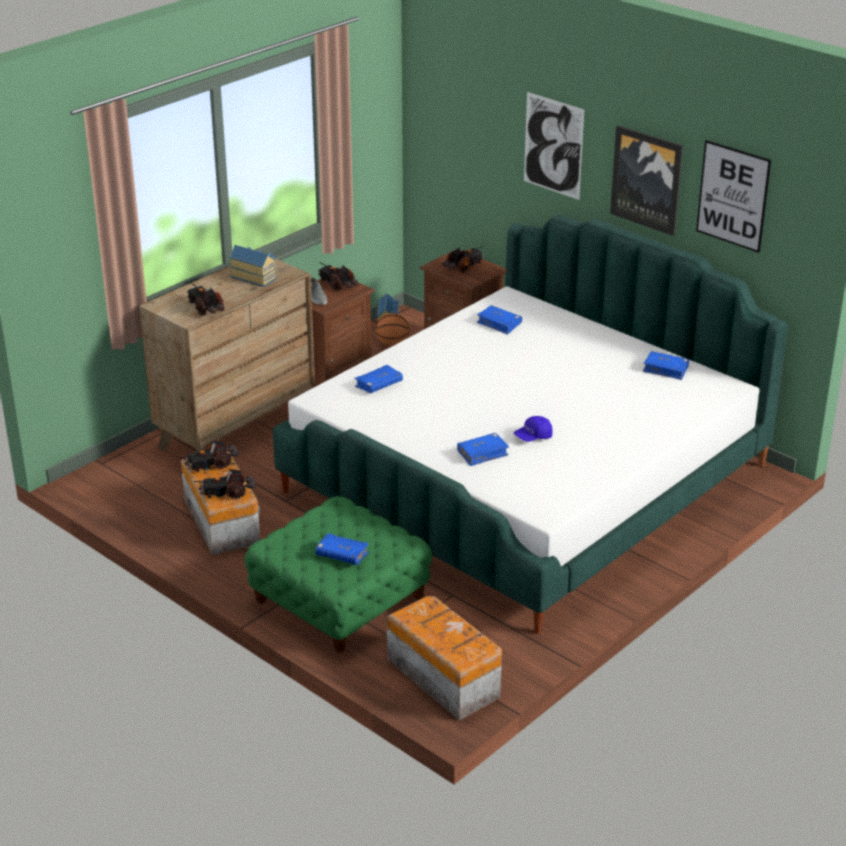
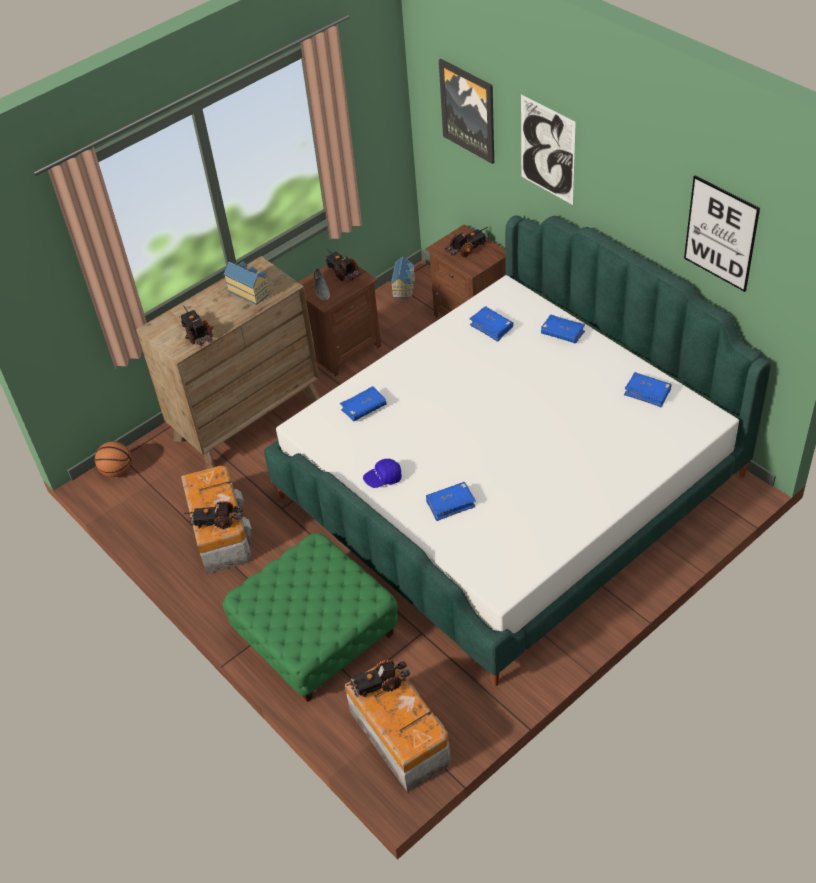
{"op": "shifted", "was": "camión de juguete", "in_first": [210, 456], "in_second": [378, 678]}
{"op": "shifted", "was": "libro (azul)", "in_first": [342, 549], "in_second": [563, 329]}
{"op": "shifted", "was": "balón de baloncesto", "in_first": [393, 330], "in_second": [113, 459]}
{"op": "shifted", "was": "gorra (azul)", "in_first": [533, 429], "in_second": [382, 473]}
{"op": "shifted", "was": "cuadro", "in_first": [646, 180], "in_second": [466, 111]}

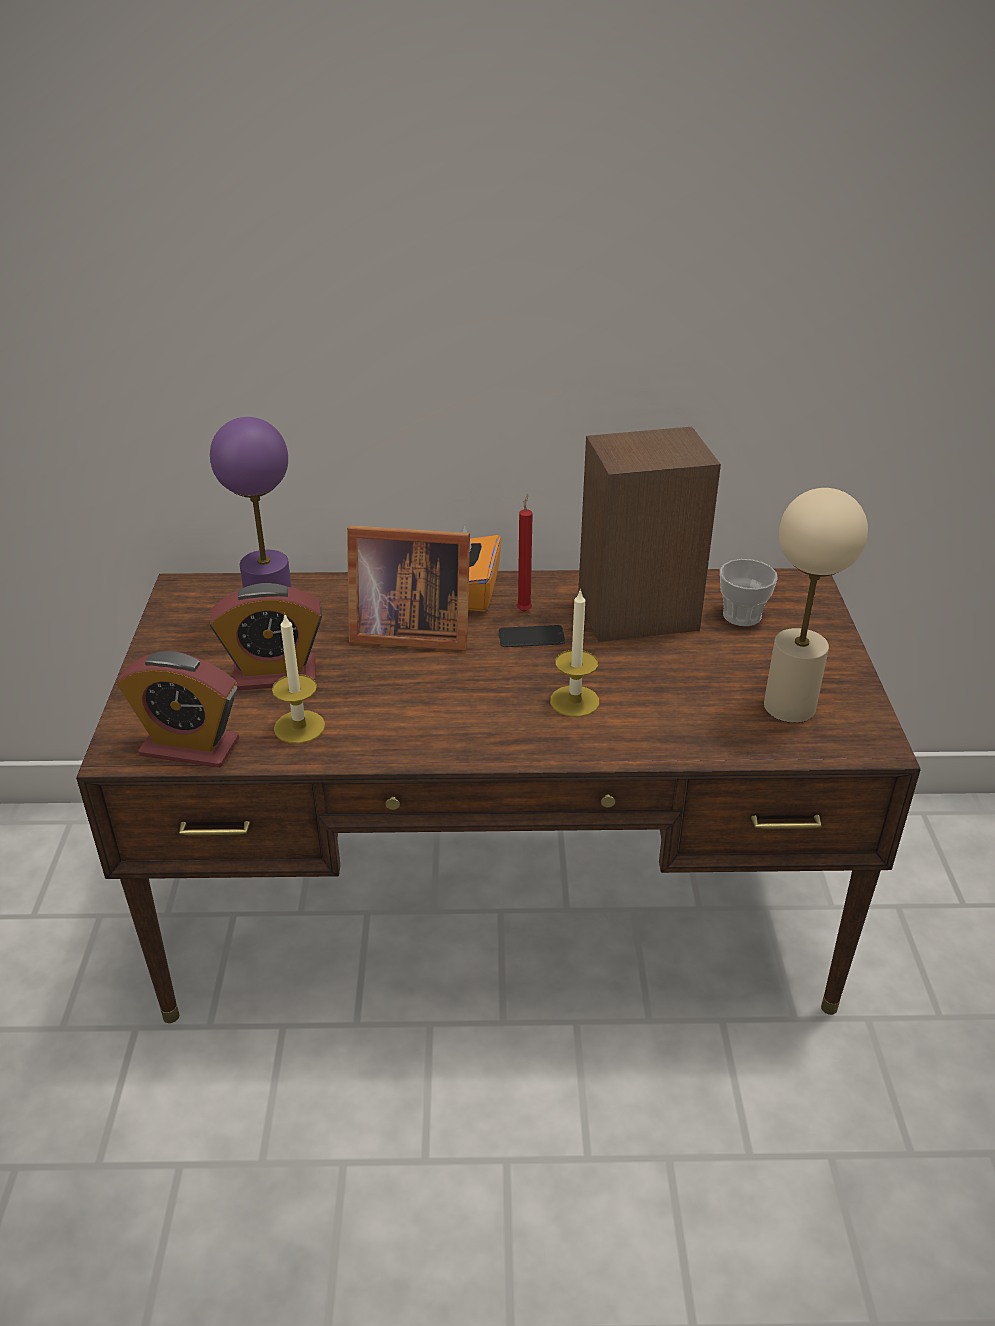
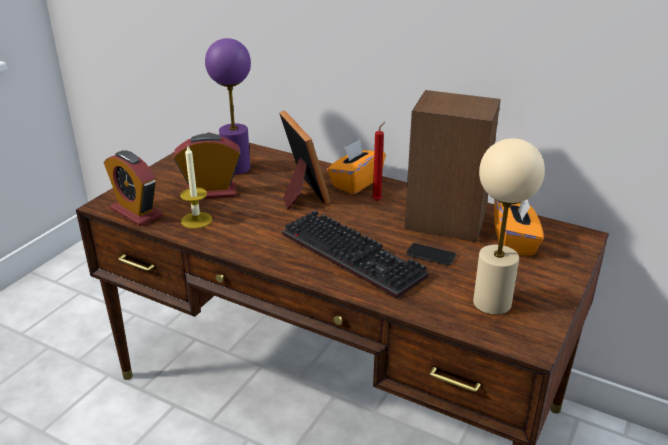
{"op": "rotated", "was": "despertador", "in_first": [266, 637], "in_second": [207, 166], "clockwise": 150}
{"op": "rotated", "was": "portarretratos", "in_first": [408, 588], "in_second": [305, 160], "clockwise": -150}
{"op": "shifted", "was": "móvil", "in_first": [531, 636], "in_second": [431, 254]}
{"op": "swapped", "was": "vela", "now": "teclado", "in_first": [574, 652], "in_second": [355, 254]}
{"op": "swapped", "was": "taza", "now": "caja de pañuelos (naranja)", "in_first": [749, 592], "in_second": [519, 227]}

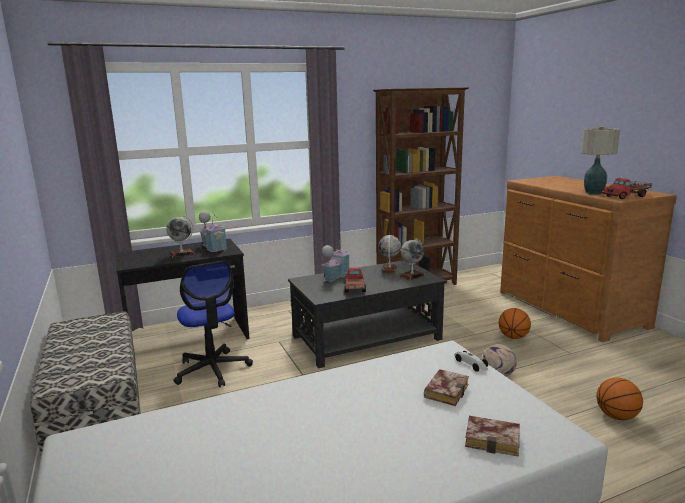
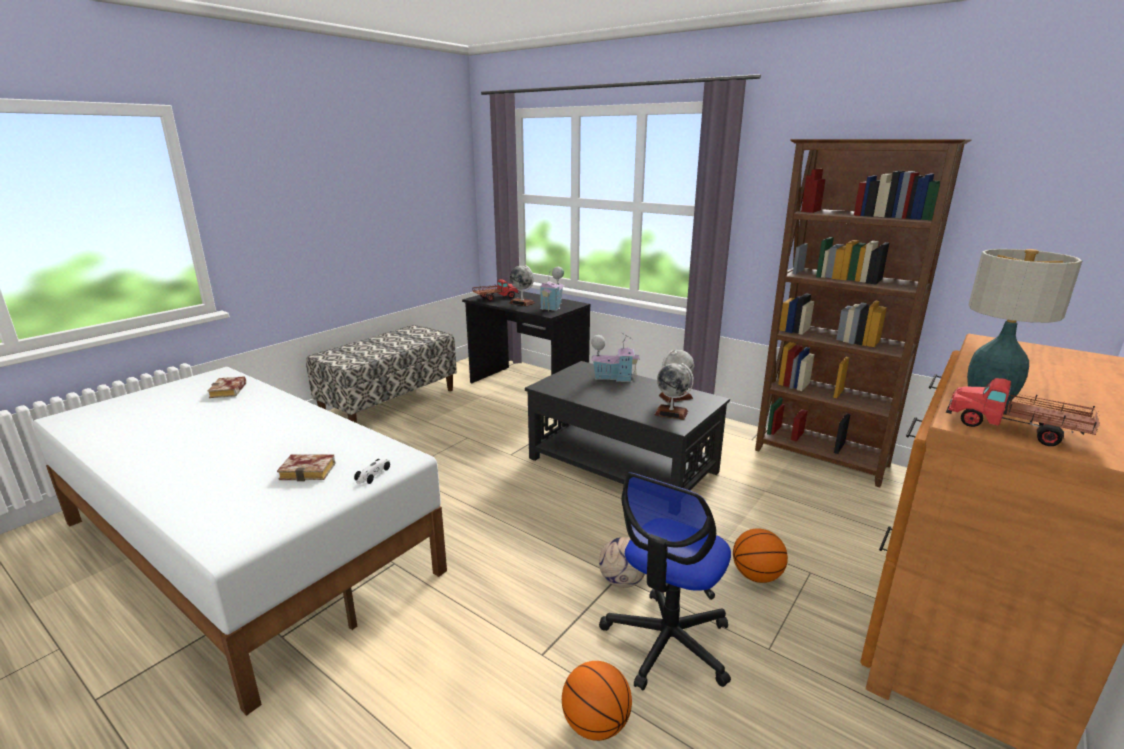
{"op": "shifted", "was": "silla de oficina", "in_first": [213, 324], "in_second": [665, 581]}
{"op": "shifted", "was": "camión de juguete", "in_first": [355, 280], "in_second": [495, 290]}
{"op": "shifted", "was": "libro", "in_first": [492, 436], "in_second": [227, 387]}

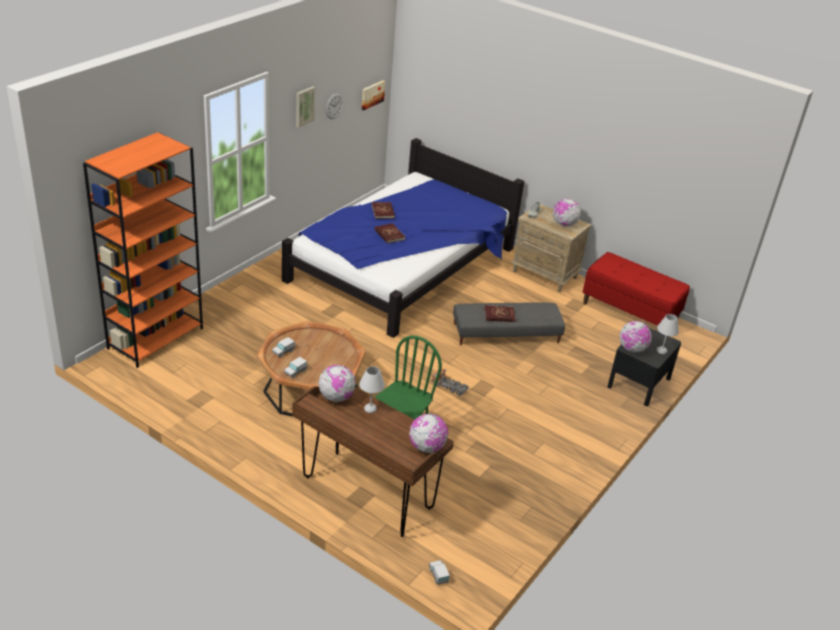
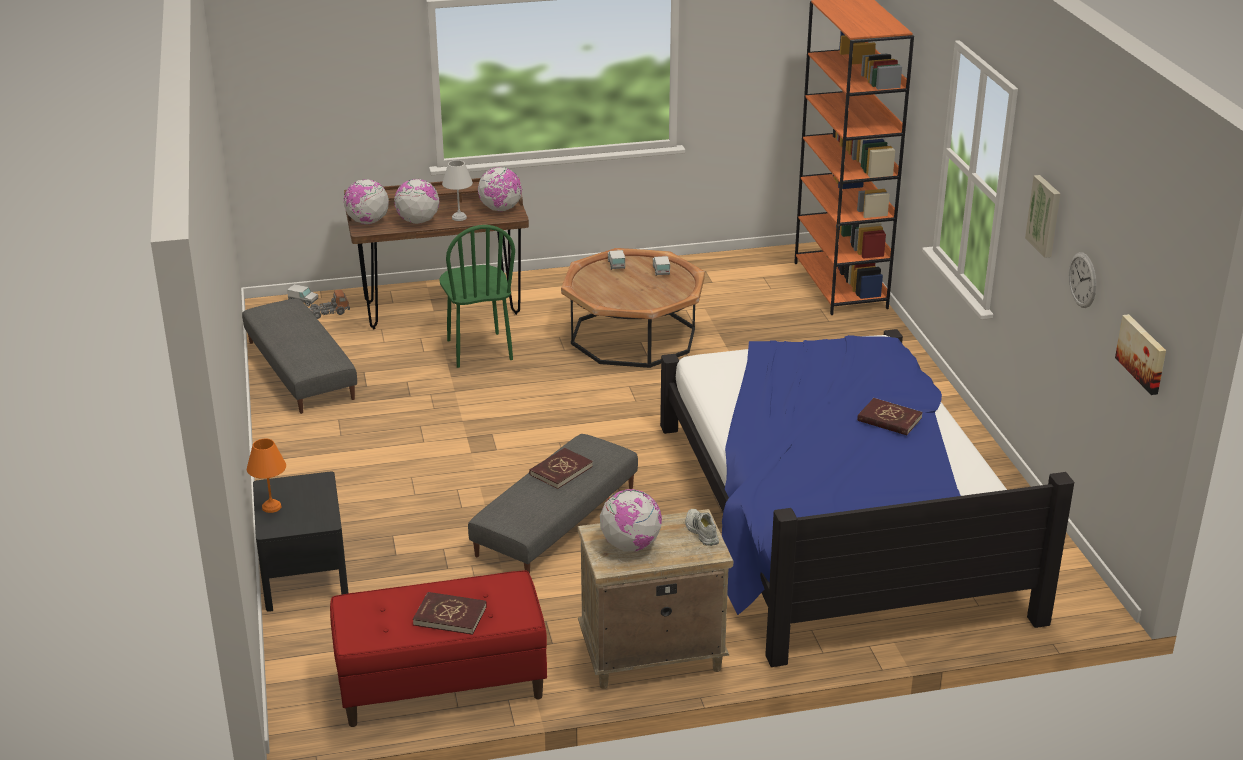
{"op": "shifted", "was": "libro (rojo)", "in_first": [389, 233], "in_second": [450, 613]}
{"op": "shifted", "was": "camión de juguete", "in_first": [450, 382], "in_second": [329, 304]}
{"op": "shifted", "was": "globo terráqueo", "in_first": [635, 337], "in_second": [416, 201]}
{"op": "repainted", "was": "lámpara de mesa (blanco)", "now": "lámpara de mesa (naranja)", "in_first": [668, 334], "in_second": [266, 476]}
{"op": "new", "now": "puf (gris)", "in_second": [299, 356]}

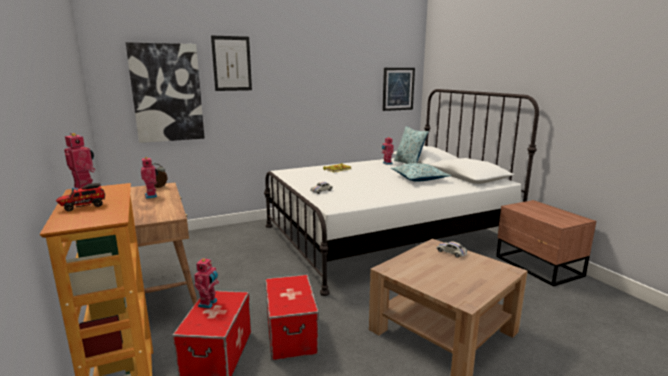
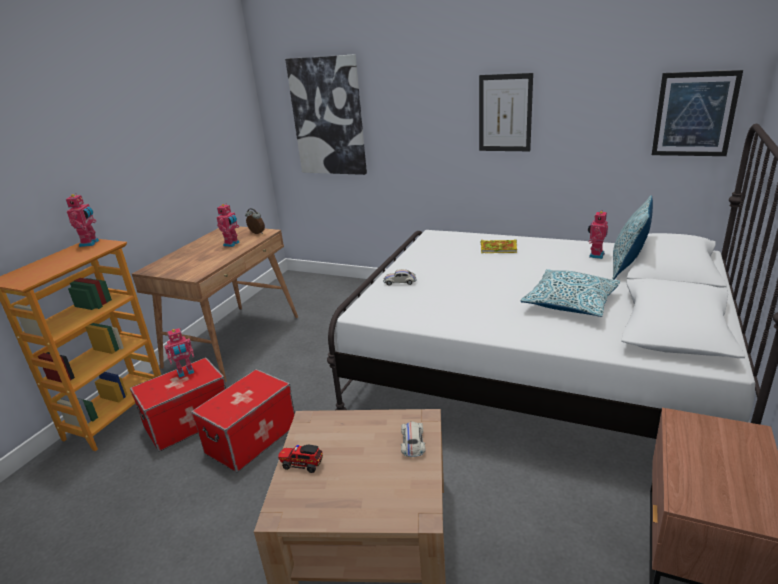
{"op": "shifted", "was": "camión de juguete", "in_first": [81, 197], "in_second": [300, 459]}
{"op": "shifted", "was": "cuadro", "in_first": [231, 63], "in_second": [506, 112]}

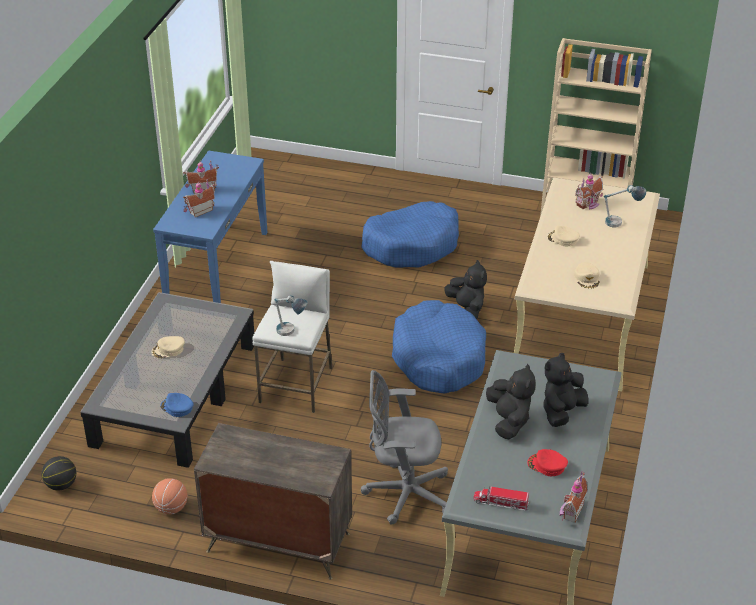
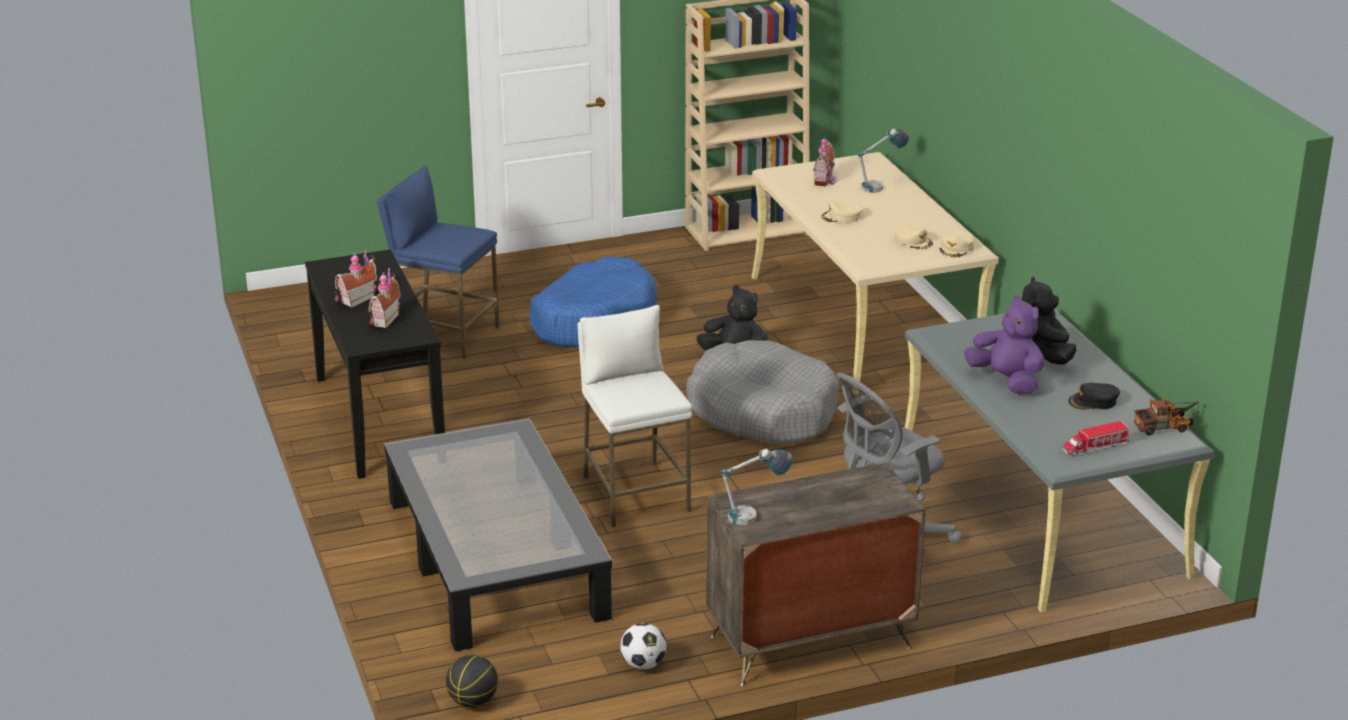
{"op": "shifted", "was": "gorra (beis)", "in_first": [168, 347], "in_second": [956, 244]}
{"op": "swapped", "was": "balón de baloncesto", "now": "balón de fútbol", "in_first": [170, 496], "in_second": [643, 646]}
{"op": "repainted", "was": "mesa consola (azul)", "now": "mesa consola (negro)", "in_first": [210, 227], "in_second": [375, 364]}
{"op": "gone", "was": "gorra (azul)", "in_first": [177, 405]}
{"op": "shifted", "was": "lámpara de mesa", "in_first": [290, 315], "in_second": [756, 486]}
{"op": "repainted", "was": "cama para perro (azul)", "now": "cama para perro (gris)", "in_first": [439, 347], "in_second": [762, 393]}
{"op": "repainted", "was": "peluche (negro)", "now": "peluche (morado)", "in_first": [511, 401], "in_second": [1004, 344]}
{"op": "repainted", "was": "gorra (rojo)", "now": "gorra (negro)", "in_first": [547, 462], "in_second": [1094, 396]}
{"op": "swapped", "was": "casita", "now": "camión de juguete", "in_first": [574, 496], "in_second": [1166, 417]}
{"op": "new", "now": "taburete (azul)", "in_second": [438, 262]}

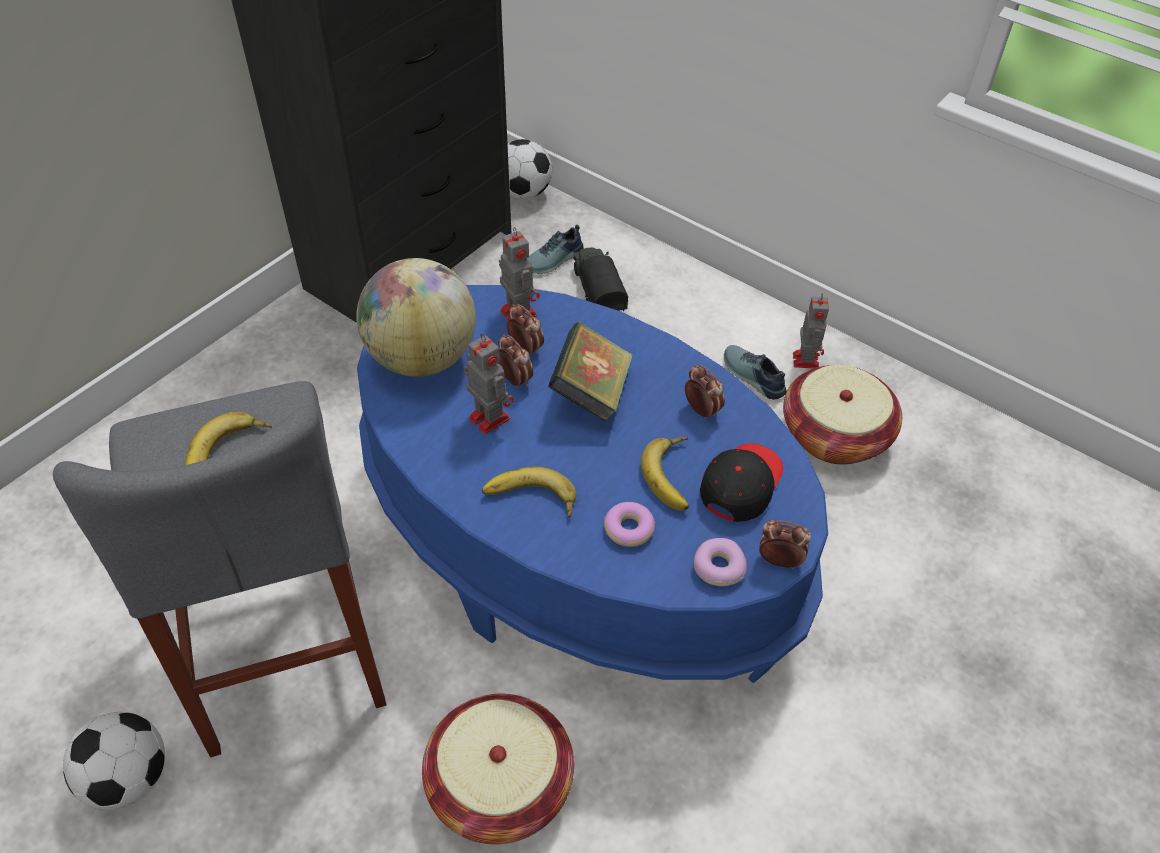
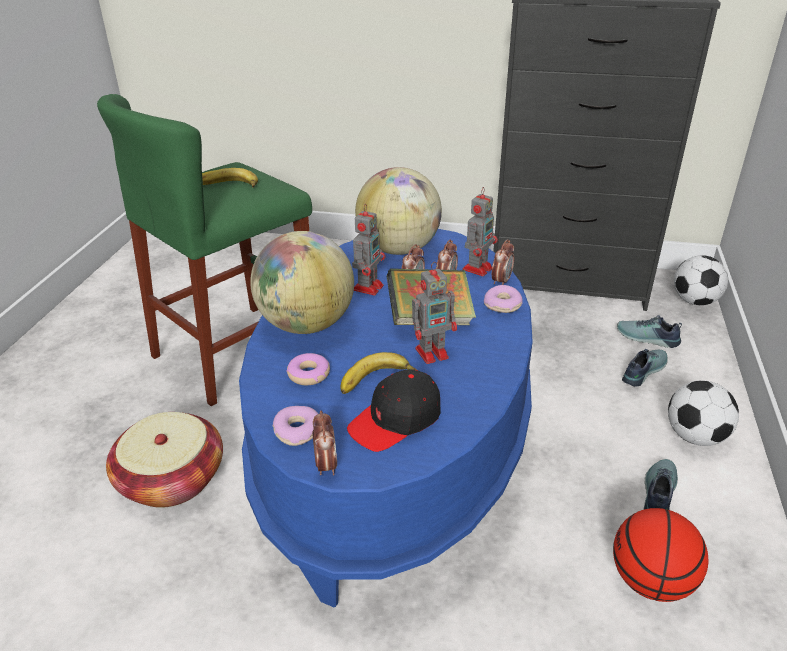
{"op": "repainted", "was": "taburete (gris)", "now": "taburete (verde)", "in_first": [219, 569], "in_second": [204, 250]}
{"op": "shifted", "was": "balón de fútbol", "in_first": [114, 761], "in_second": [703, 413]}
{"op": "swapped", "was": "plátano", "now": "globo terráqueo", "in_first": [529, 492], "in_second": [302, 282]}
{"op": "swapped", "was": "camión de juguete", "now": "zapato", "in_first": [600, 279], "in_second": [645, 368]}
{"op": "shifted", "was": "despertador", "in_first": [705, 392], "in_second": [503, 262]}
{"op": "rotated", "was": "gorra (negro)", "in_first": [741, 482], "in_second": [393, 410], "clockwise": 135}
{"op": "swapped", "was": "cesta", "now": "balón de baloncesto", "in_first": [842, 415], "in_second": [660, 555]}
{"op": "shifted", "was": "robot de juguete", "in_first": [811, 331], "in_second": [434, 313]}
{"op": "new", "now": "rosquilla", "in_second": [503, 299]}

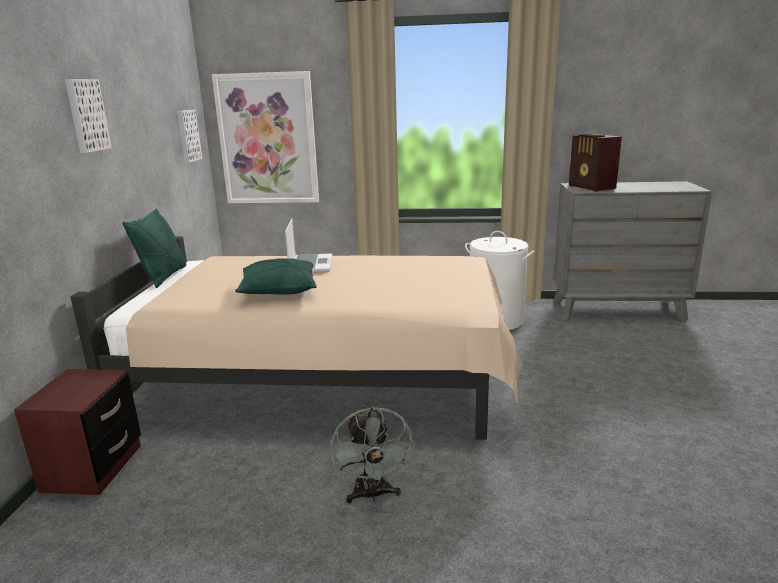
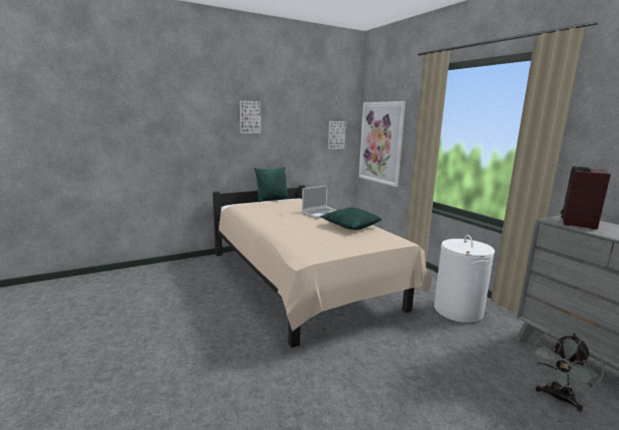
{"op": "gone", "was": "mesita de noche (marrón)", "in_first": [77, 432]}
{"op": "shifted", "was": "cojín (verde)", "in_first": [276, 276], "in_second": [351, 218]}
{"op": "shifted", "was": "ventilador (gris)", "in_first": [373, 454], "in_second": [567, 371]}

